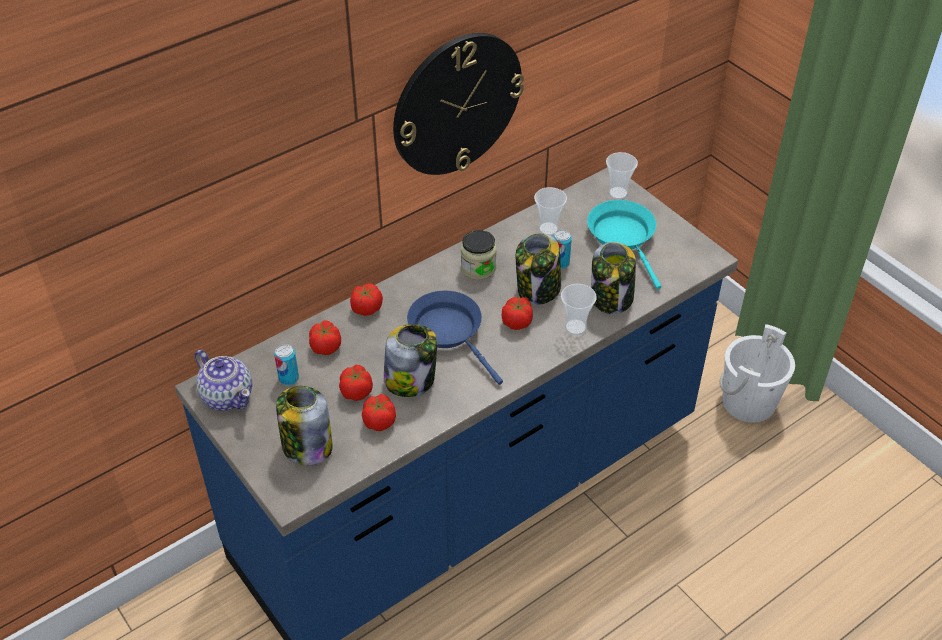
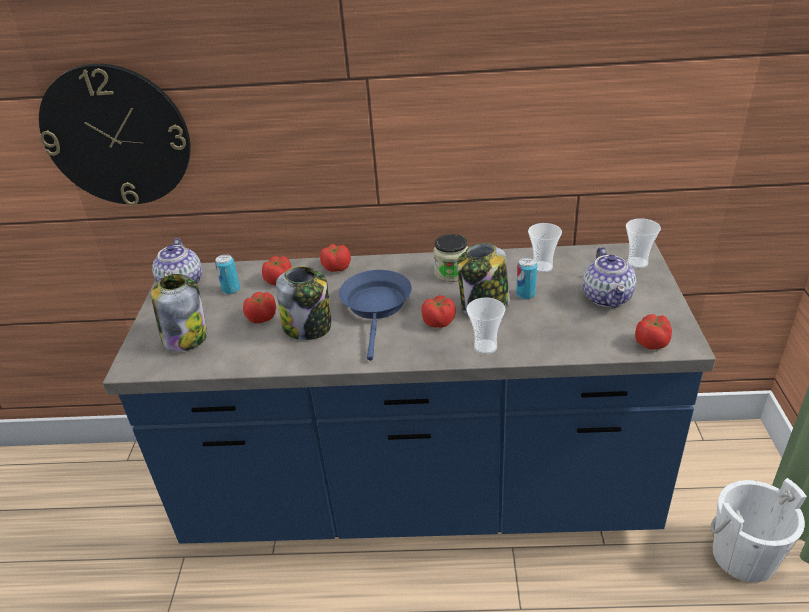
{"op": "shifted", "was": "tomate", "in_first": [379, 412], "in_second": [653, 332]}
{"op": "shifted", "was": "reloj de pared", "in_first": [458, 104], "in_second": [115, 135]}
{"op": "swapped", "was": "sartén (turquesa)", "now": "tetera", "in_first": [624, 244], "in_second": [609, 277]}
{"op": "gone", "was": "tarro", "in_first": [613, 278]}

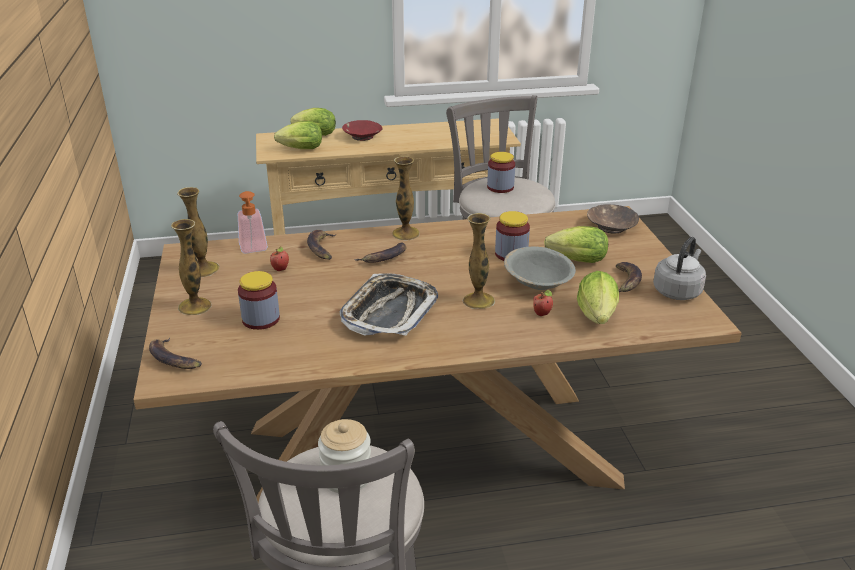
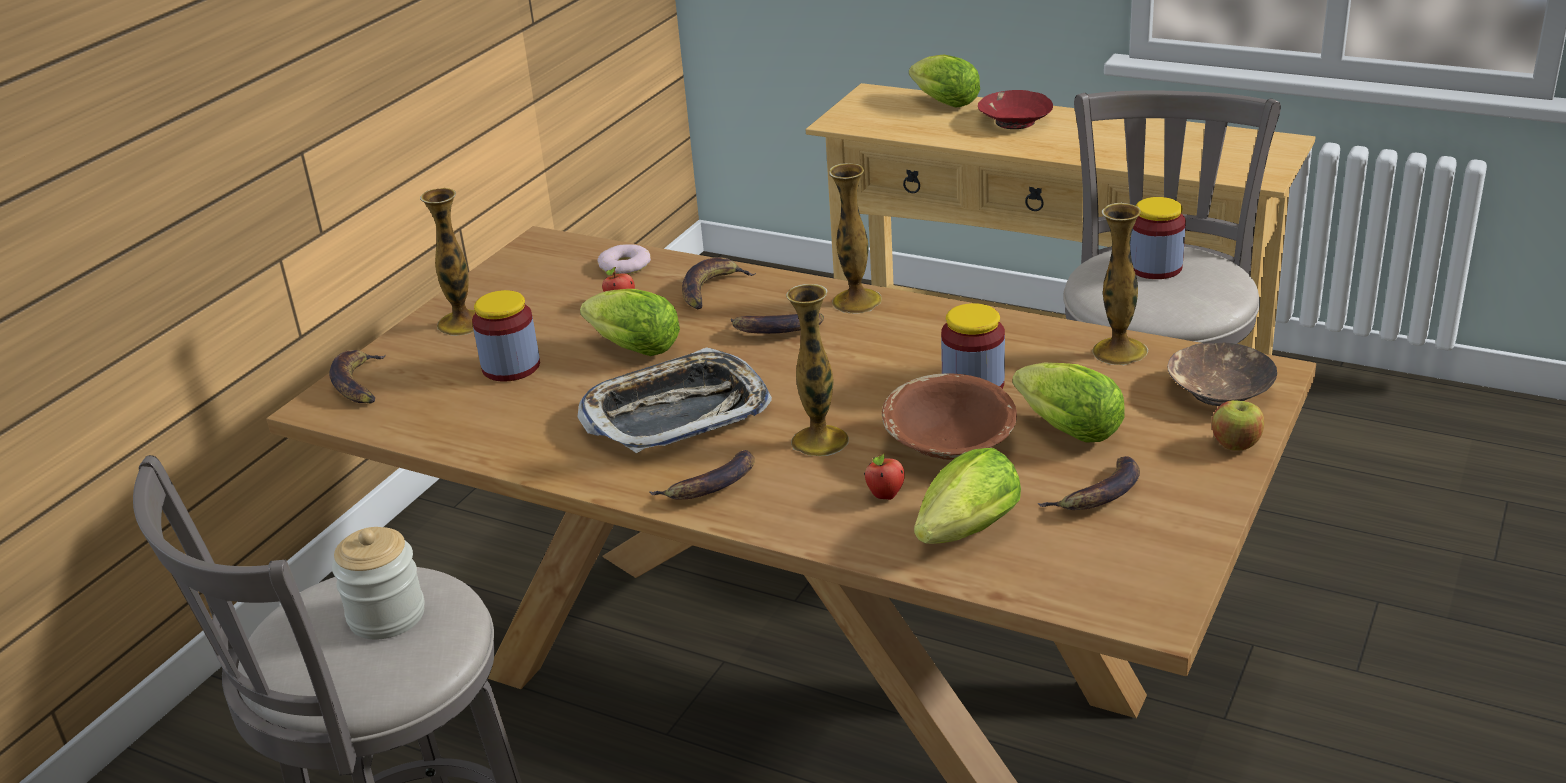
{"op": "shifted", "was": "florero", "in_first": [198, 232], "in_second": [1120, 284]}
{"op": "swapped", "was": "dispensador de jabón", "now": "rosquilla", "in_first": [253, 222], "in_second": [624, 259]}
{"op": "shifted", "was": "lechuga", "in_first": [298, 135], "in_second": [630, 322]}
{"op": "repainted", "was": "cuenco (gris)", "now": "cuenco (marrón)", "in_first": [540, 268], "in_second": [949, 416]}
{"op": "gone", "was": "hervidor (gris)", "in_first": [679, 268]}
{"op": "new", "now": "plátano", "in_second": [702, 474]}
{"op": "new", "now": "manzana", "in_second": [1238, 425]}

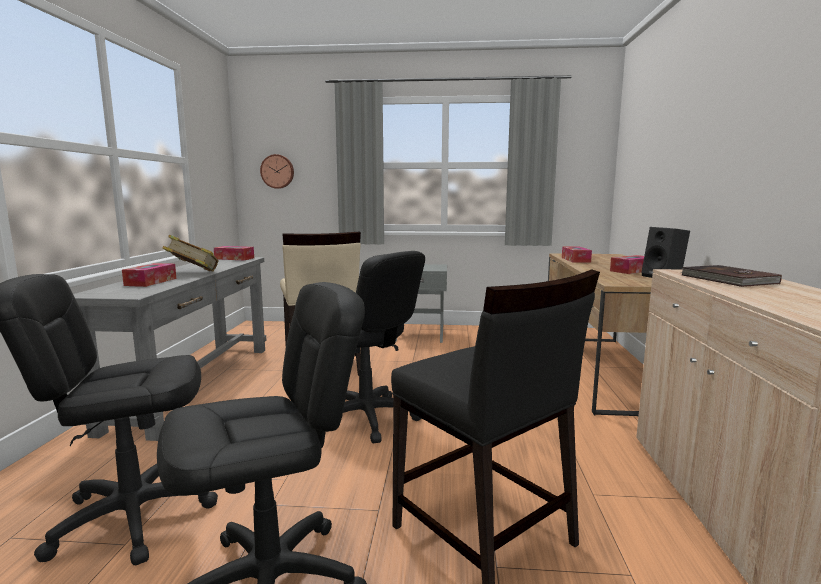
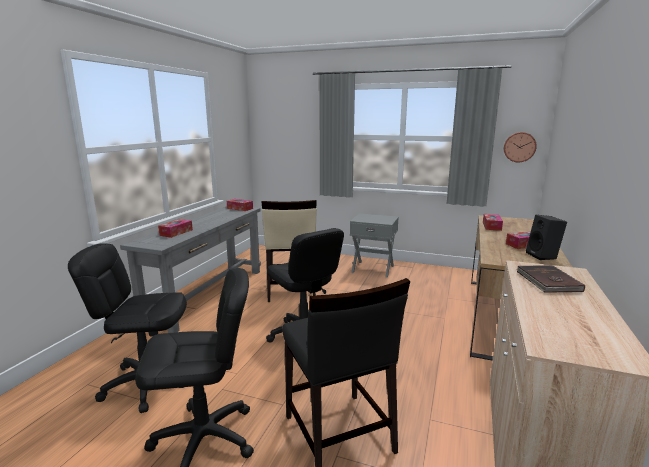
{"op": "gone", "was": "libro", "in_first": [190, 253]}
{"op": "shifted", "was": "reloj de pared", "in_first": [277, 171], "in_second": [520, 147]}

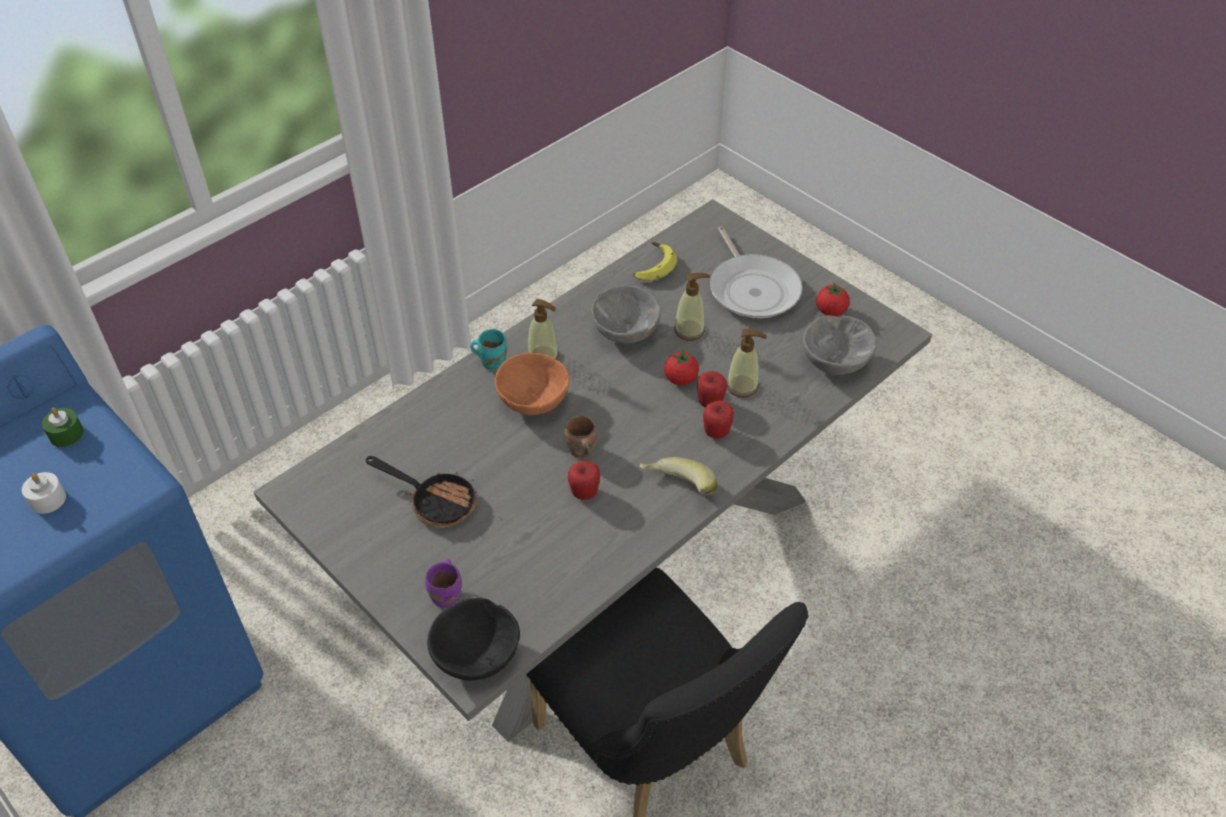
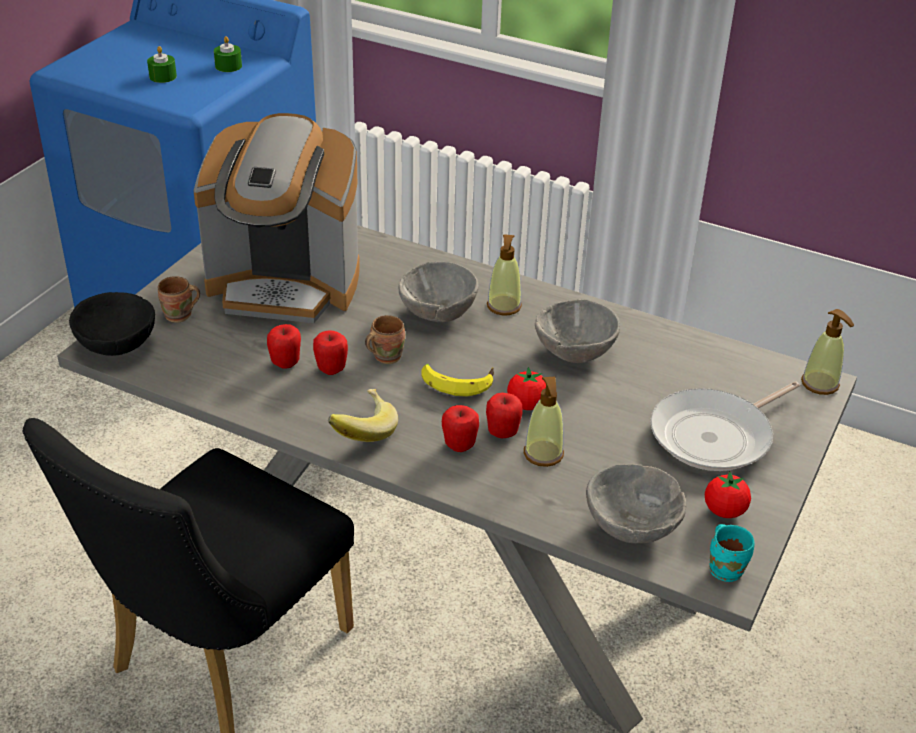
{"op": "repainted", "was": "vela (blanco)", "now": "vela (verde)", "in_first": [44, 493], "in_second": [162, 64]}
{"op": "swapped", "was": "sartén", "now": "cafetera", "in_first": [421, 492], "in_second": [276, 218]}
{"op": "repainted", "was": "taza grande (morado)", "now": "taza grande (marrón)", "in_first": [443, 583], "in_second": [179, 299]}
{"op": "shifted", "was": "taza grande (turquesa)", "in_first": [488, 350], "in_second": [732, 553]}
{"op": "repainted", "was": "cuenco (naranja)", "now": "cuenco (gris)", "in_first": [532, 384], "in_second": [439, 291]}
{"op": "shifted", "was": "plátano", "in_first": [655, 261], "in_second": [457, 380]}
{"op": "shifted", "was": "dispensador de jabón", "in_first": [692, 307], "in_second": [827, 352]}
{"op": "new", "now": "manzana", "in_second": [284, 346]}

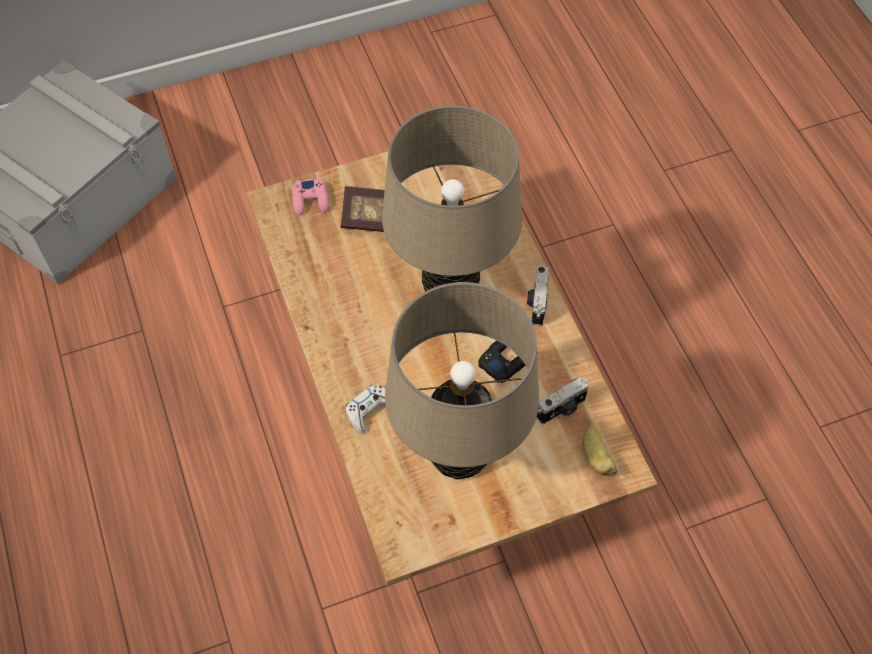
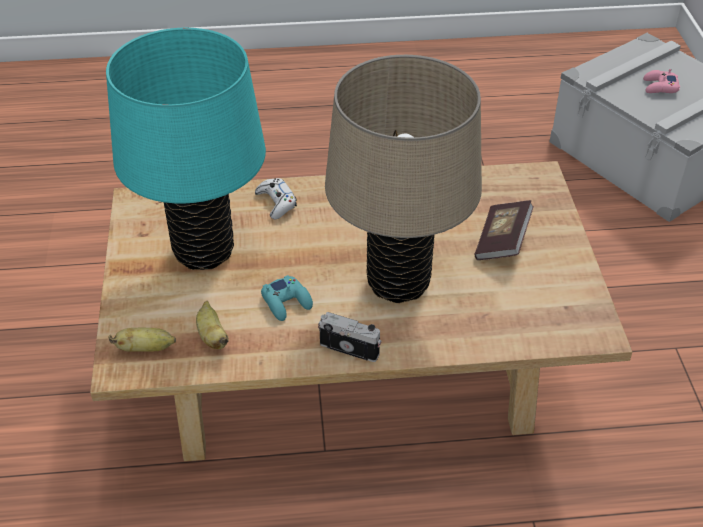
{"op": "shifted", "was": "mando de consola (rosa)", "in_first": [310, 196], "in_second": [661, 81]}
{"op": "repainted", "was": "lámpara de mesa (beis)", "now": "lámpara de mesa (turquesa)", "in_first": [462, 381], "in_second": [186, 149]}
{"op": "repainted", "was": "mando de consola (negro)", "now": "mando de consola (turquesa)", "in_first": [501, 362], "in_second": [287, 298]}
{"op": "swapped", "was": "cámara", "now": "plátano", "in_first": [563, 400], "in_second": [212, 325]}

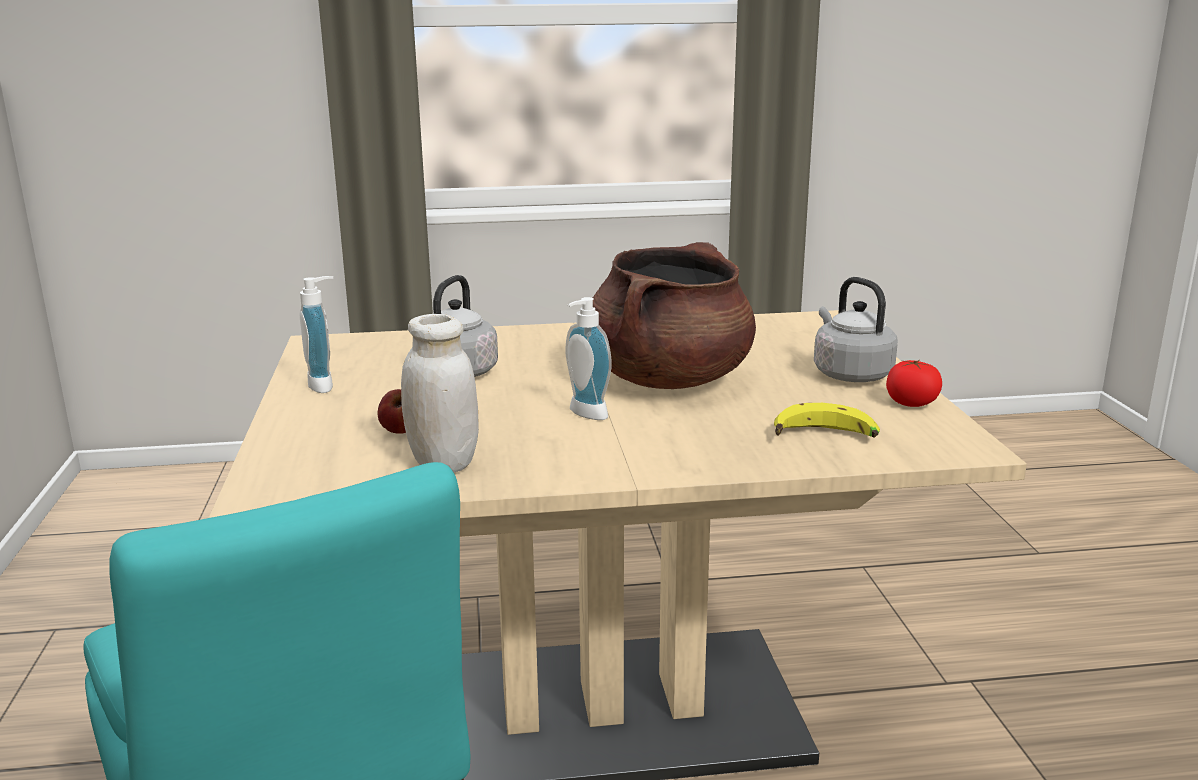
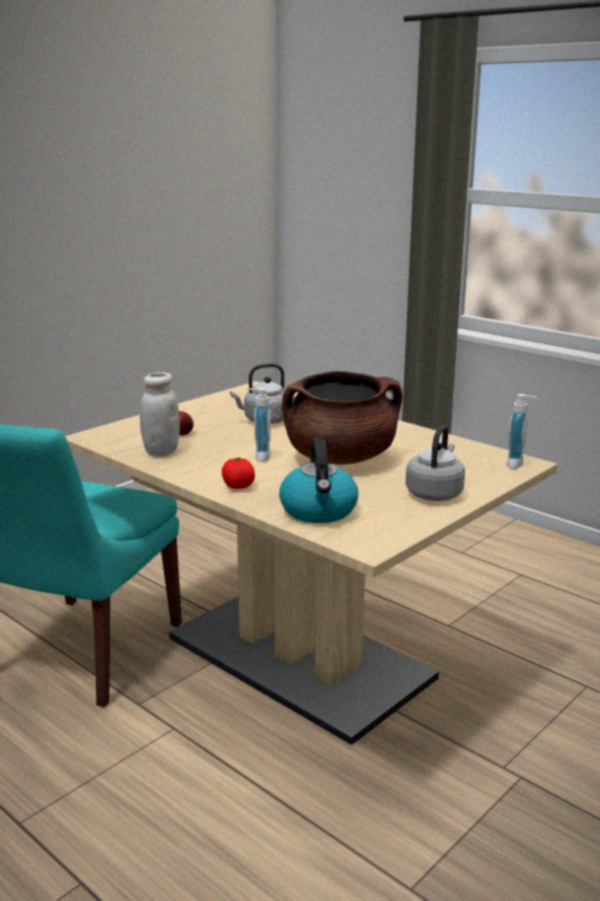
{"op": "shifted", "was": "dispensador de jabón", "in_first": [316, 334], "in_second": [522, 431]}
{"op": "swapped", "was": "plátano", "now": "hervidor", "in_first": [827, 420], "in_second": [318, 480]}
{"op": "shifted", "was": "tomate", "in_first": [914, 383], "in_second": [238, 473]}

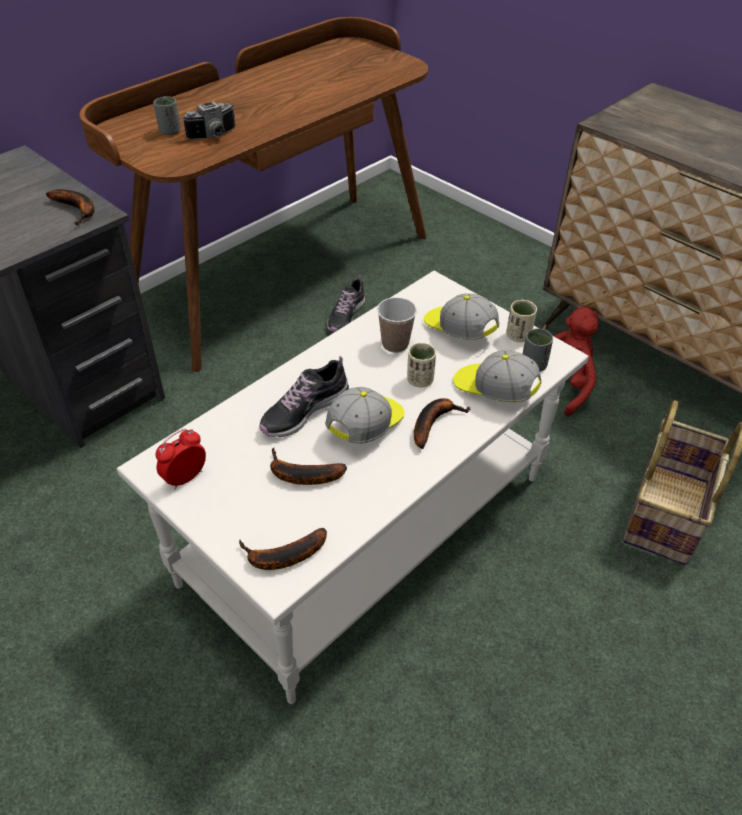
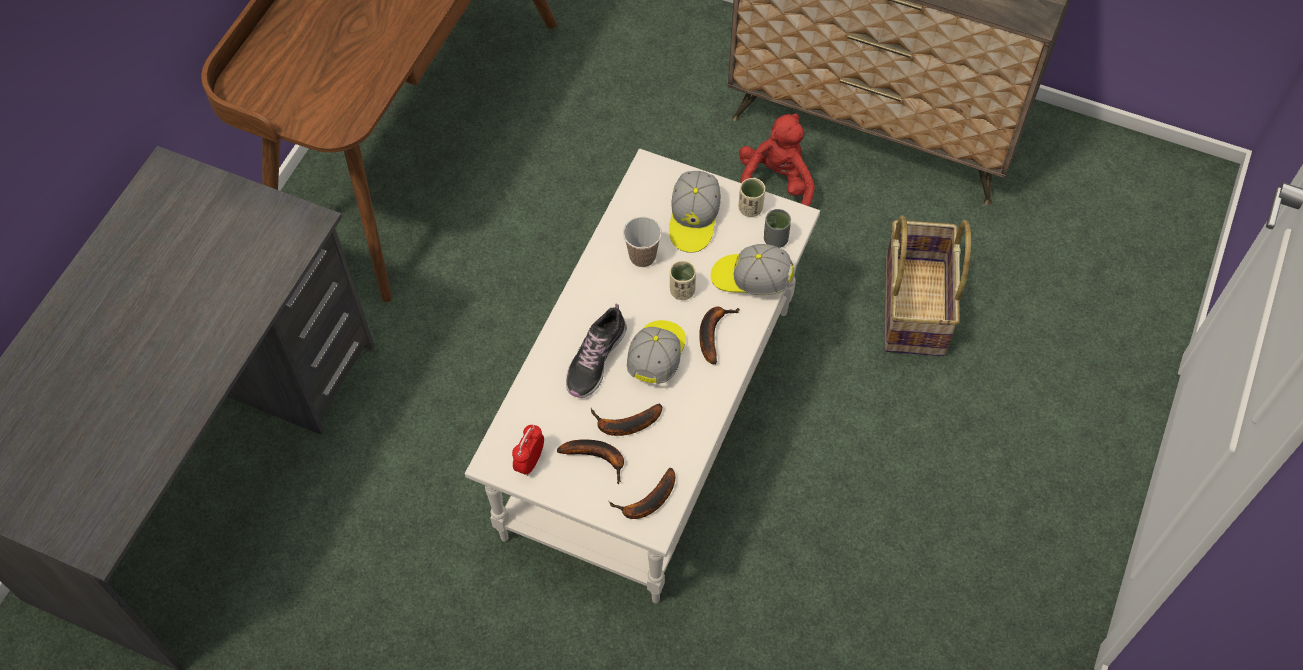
{"op": "shifted", "was": "plátano", "in_first": [70, 207], "in_second": [590, 462]}
{"op": "gone", "was": "taza (gris)", "in_first": [167, 115]}
{"op": "gone", "was": "cámara", "in_first": [209, 120]}
{"op": "gone", "was": "zapato", "in_first": [346, 303]}
{"op": "rotated", "was": "gorra", "in_first": [461, 316], "in_second": [695, 212], "clockwise": -105}

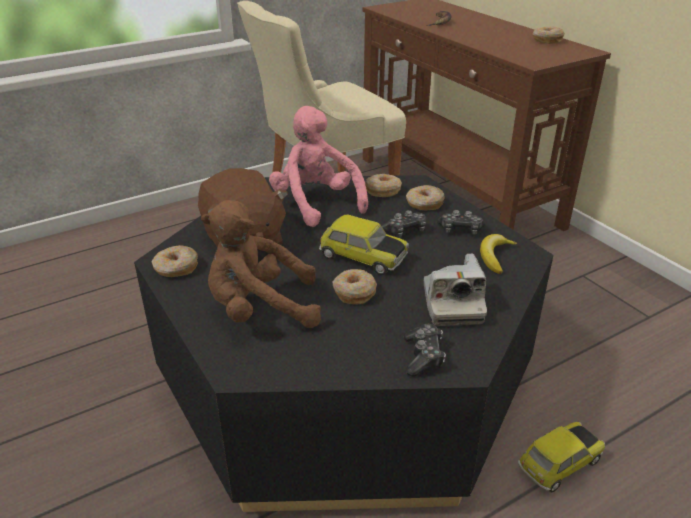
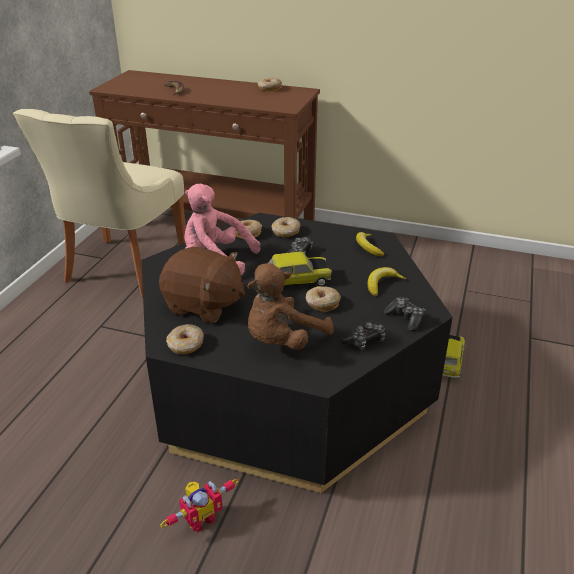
{"op": "swapped", "was": "cámara", "now": "plátano", "in_first": [455, 290], "in_second": [387, 281]}
{"op": "shifted", "was": "mando de consola", "in_first": [461, 222], "in_second": [363, 336]}
{"op": "new", "now": "robot de juguete", "in_second": [200, 505]}

